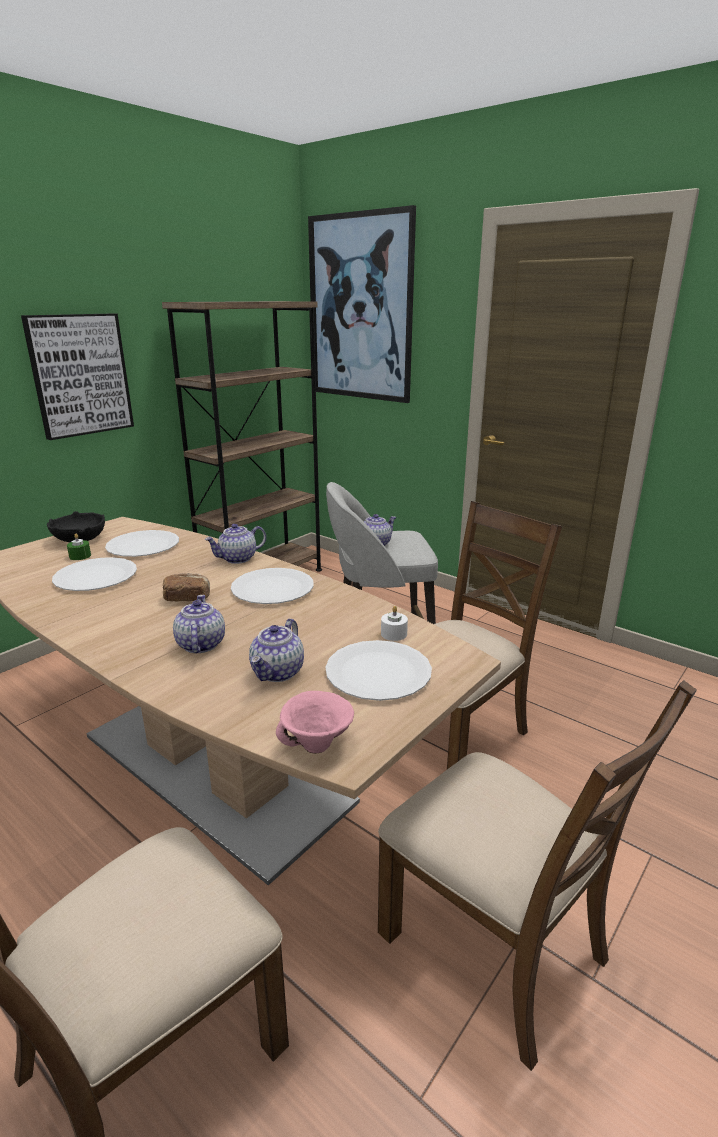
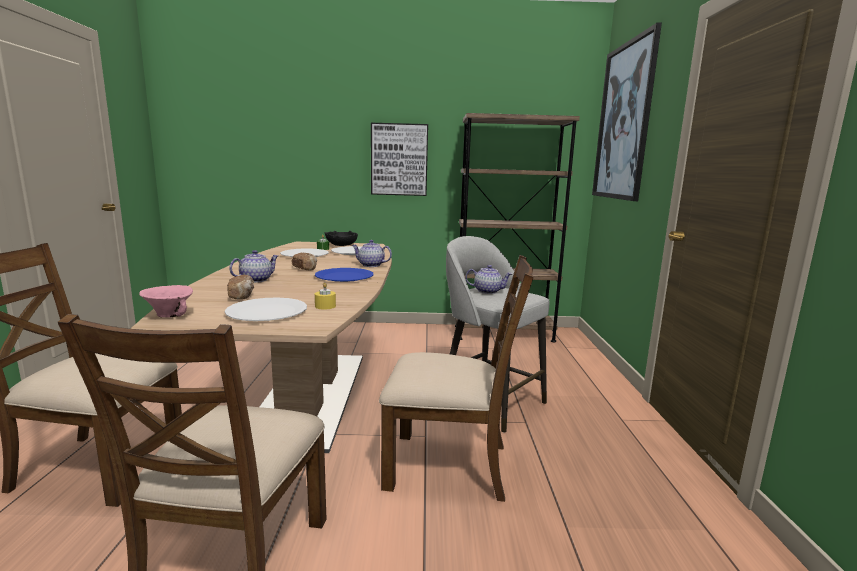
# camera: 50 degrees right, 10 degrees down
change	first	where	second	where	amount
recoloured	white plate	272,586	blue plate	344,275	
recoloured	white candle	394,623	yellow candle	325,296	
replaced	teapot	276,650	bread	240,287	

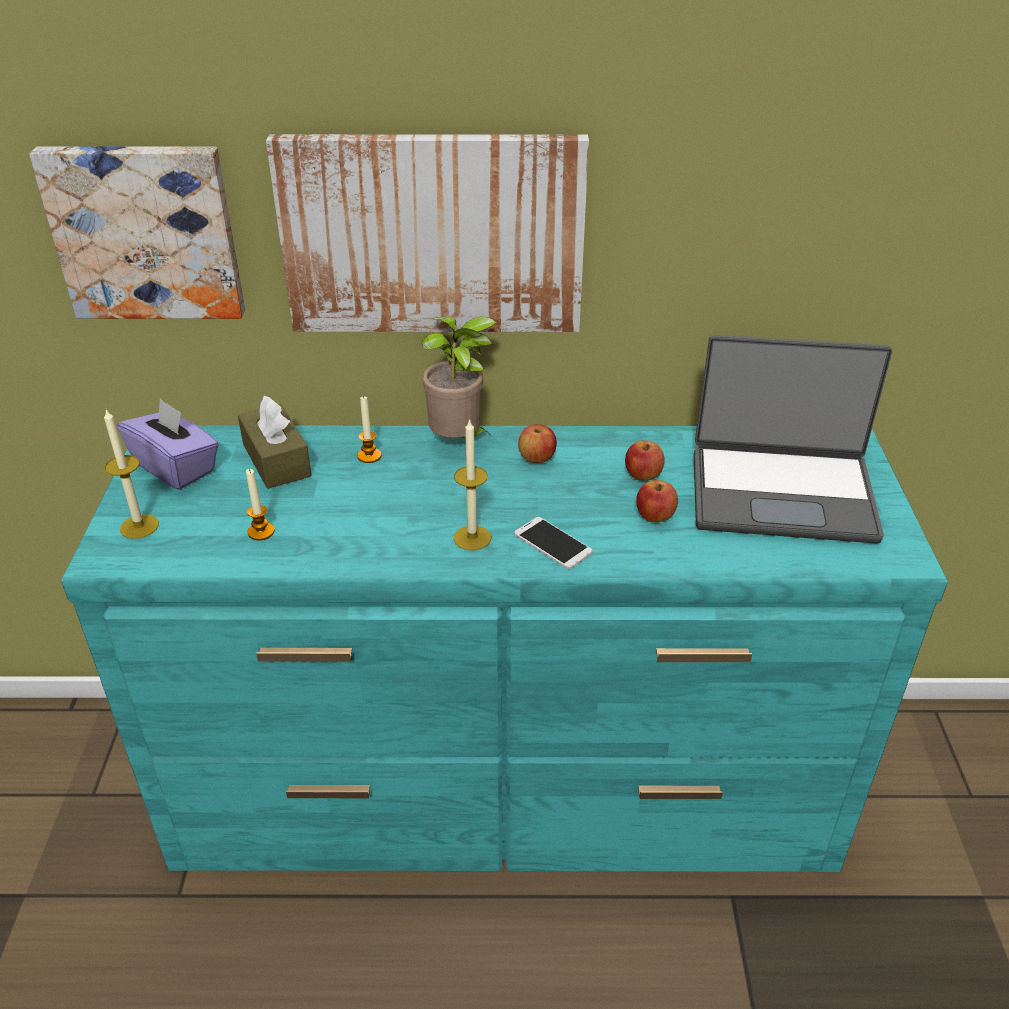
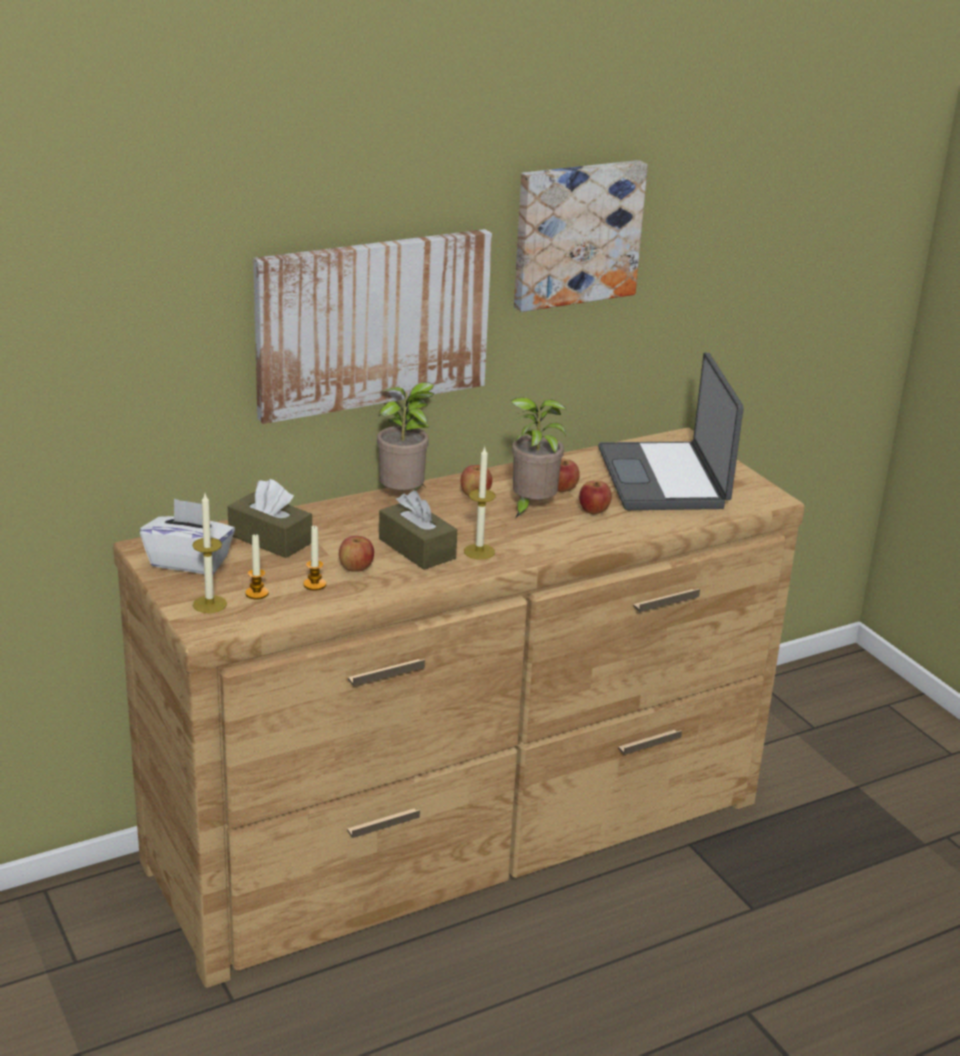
# camera: 30 degrees left, 10 degrees down
change	first	where	second	where	amount
moved	picture	137,232		581,236	
turned	laptop	793,439		671,431	105 degrees clockwise
moved	candle	369,429		257,566	
recoloured	purple tissue box	168,444	white tissue box	187,536	
recoloured	turquoise dresser	504,648	brown dresser	458,707	
removed	phone	553,543			
added			potted plant	538,457	
added			brown tissue box	418,530	
added			apple	356,554	

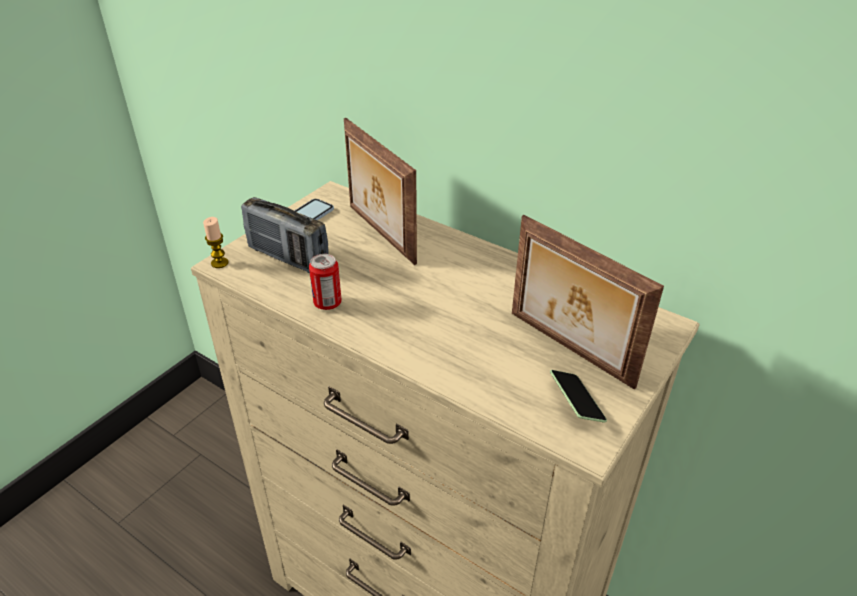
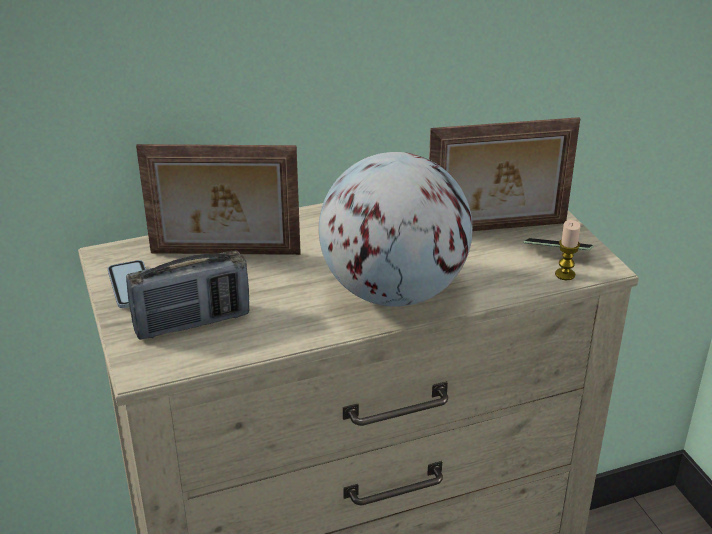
# camera: 55 degrees left, 5 degrees down
change	first	where	second	where	amount
moved	candle	216,242		568,250	
removed	can	325,282			
added			globe	396,229	

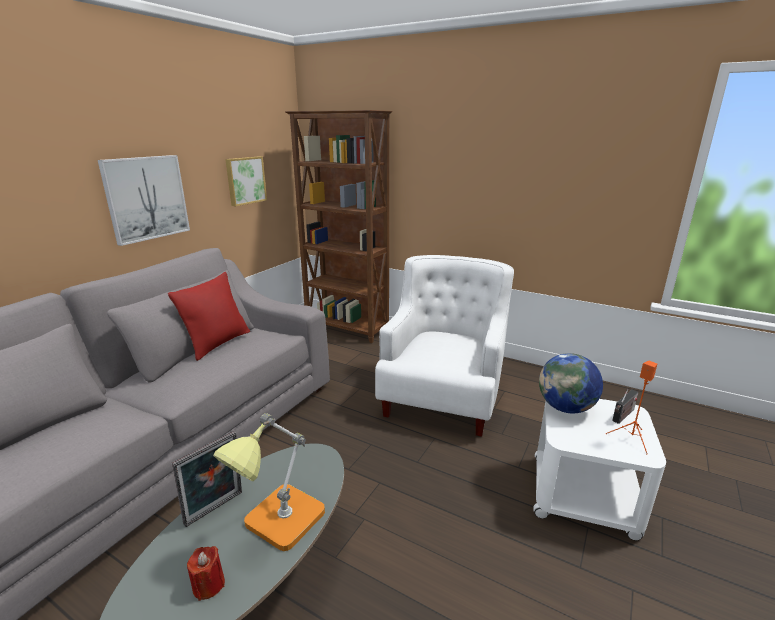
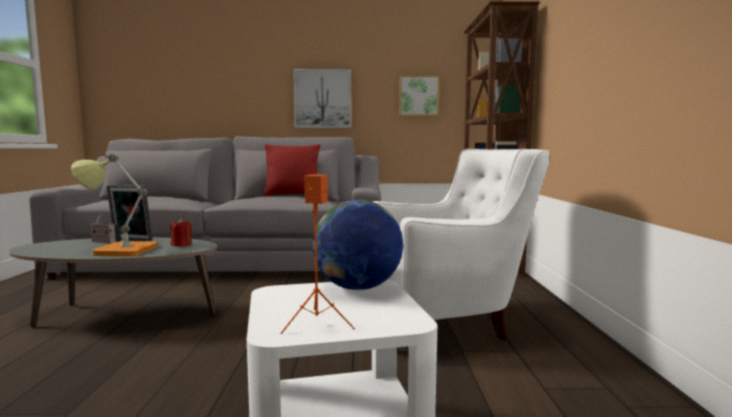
# camera: 60 degrees right, 15 degrees down
change	first	where	second	where	amount
moved	radio	625,406		105,228	
moved	red candle	206,573		181,232	

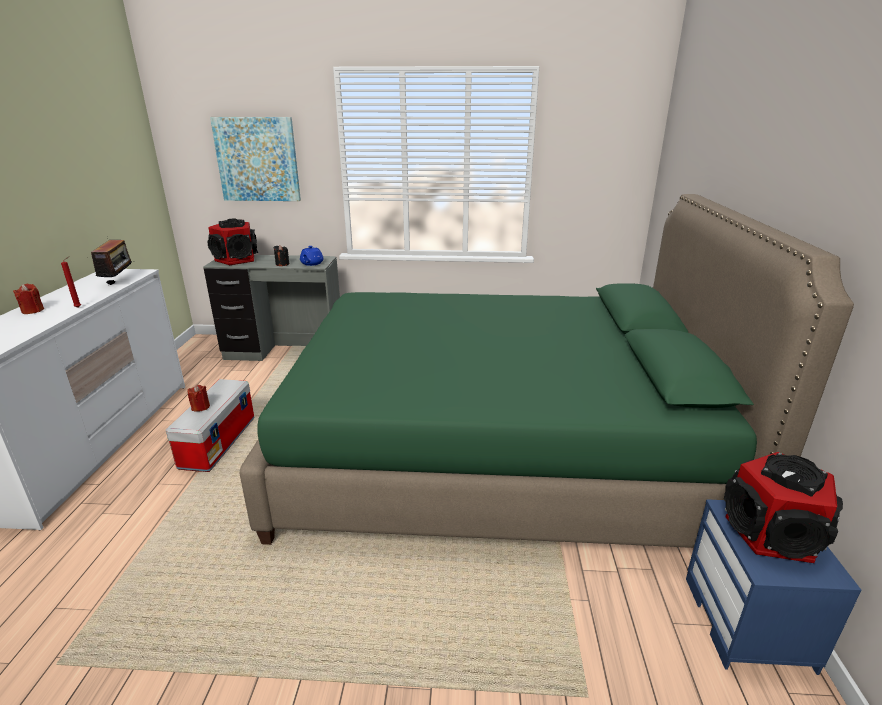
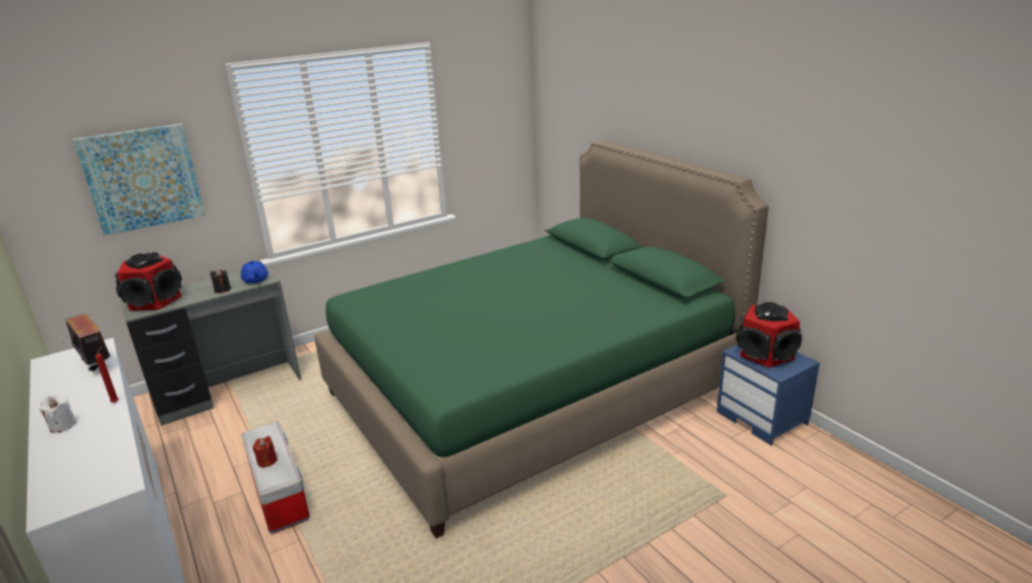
# camera: 35 degrees left, 0 degrees up
change	first	where	second	where	amount
recoloured	red candle	28,299	white candle	58,413	

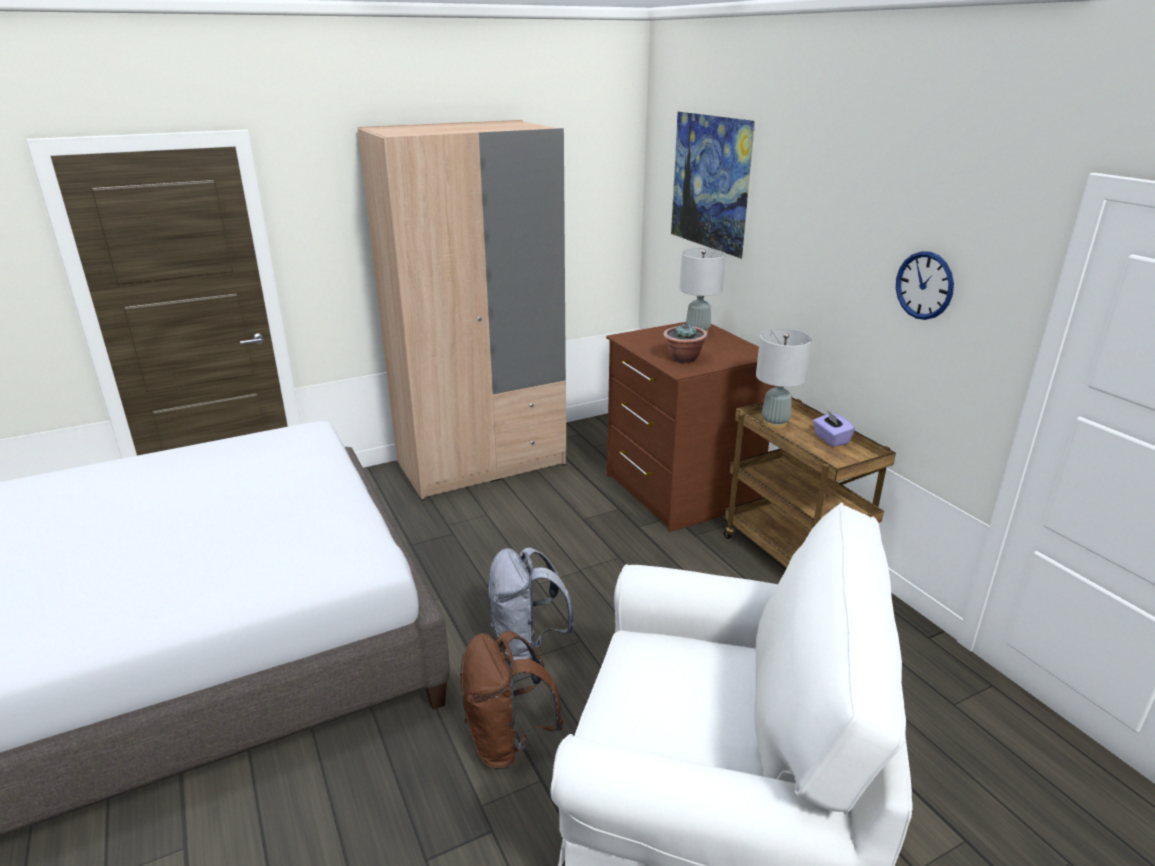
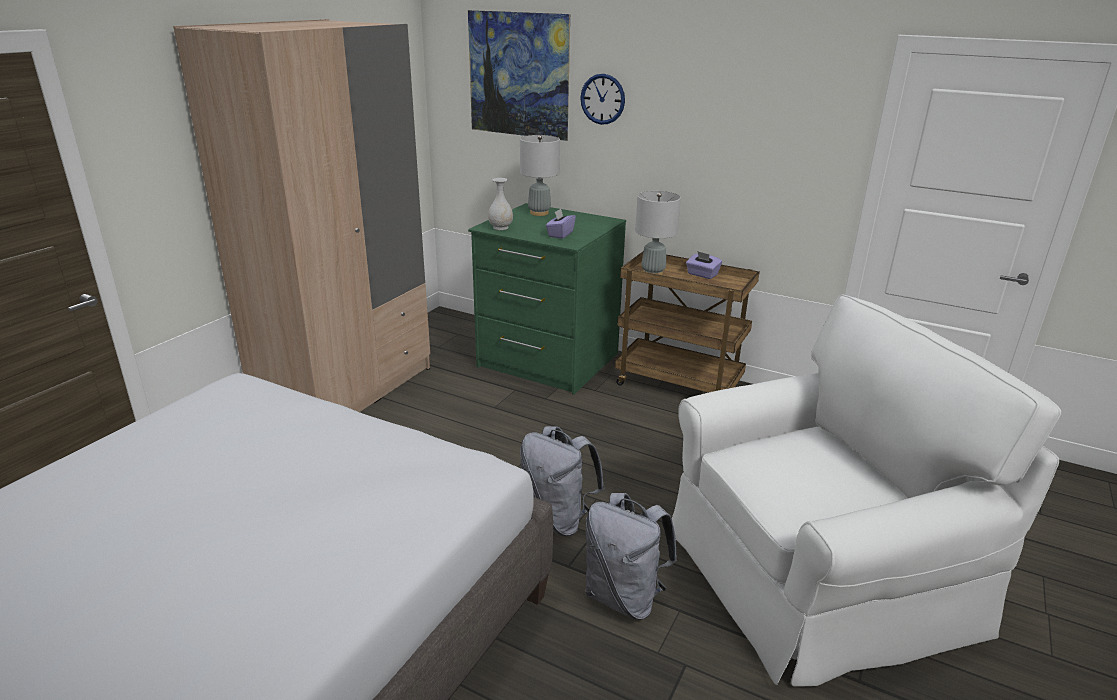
# camera: 35 degrees left, 0 degrees up
change	first	where	second	where	amount
moved	wall clock	925,285		602,99	
recoloured	brown dresser	691,427	green dresser	547,299	
replaced	potted plant	685,343	purple tissue box	561,224	
recoloured	brown backpack	511,700	grey backpack	631,556	
added			white vase	500,204	

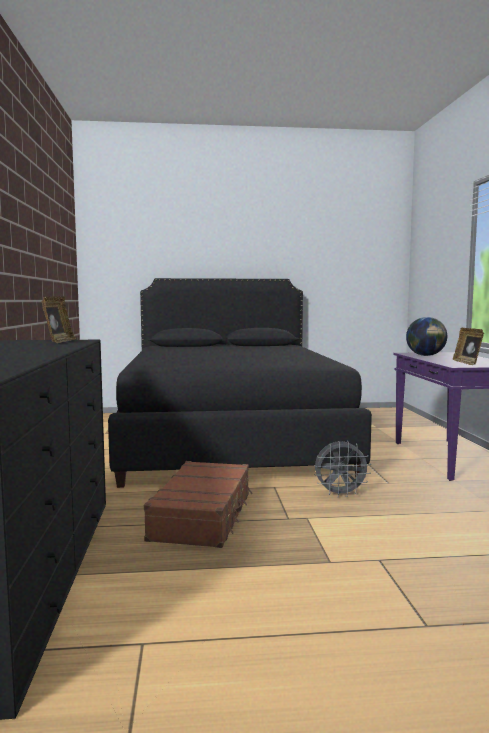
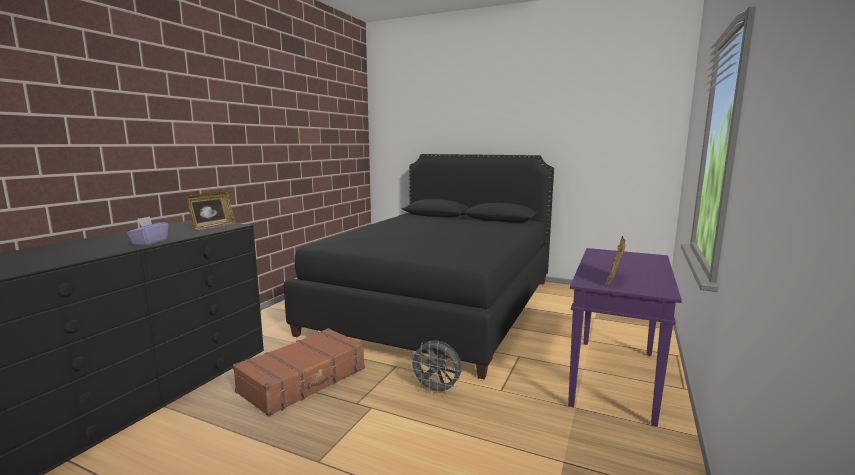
# camera: 30 degrees right, 5 degrees up
change	first	where	second	where	amount
removed	globe	426,336			
added			purple tissue box	147,231	

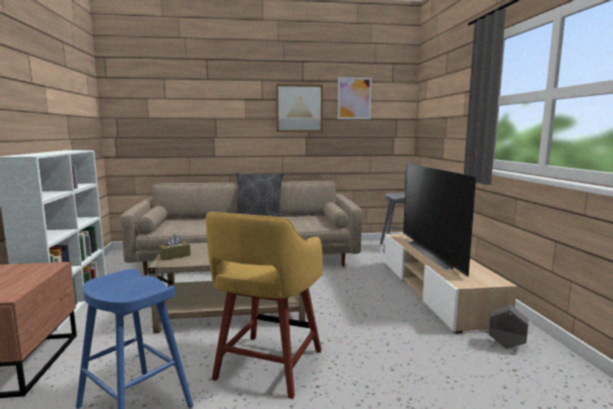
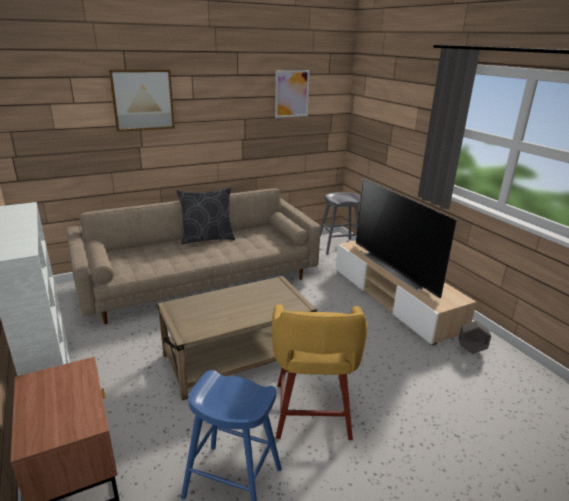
# camera: 20 degrees left, 15 degrees up
change	first	where	second	where	amount
moved	picture	299,108		142,100	
removed	brown tissue box	175,247			

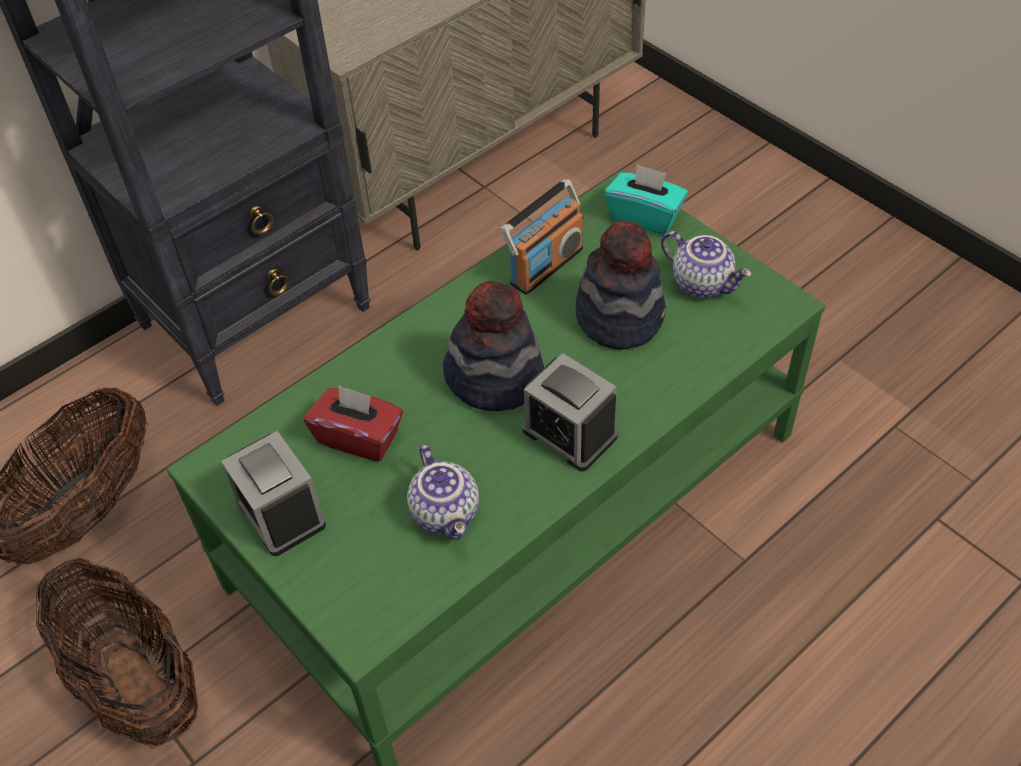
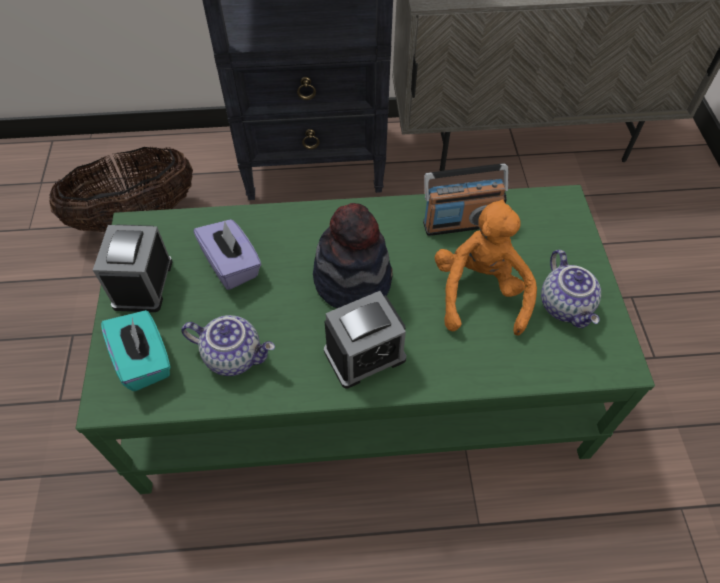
# camera: 35 degrees right, 5 degrees up
change	first	where	second	where	amount
moved	turquoise tissue box	646,199		136,350	
replaced	hat	621,285	orange plush toy	486,267	
turned	alarm clock	570,412		365,340	105 degrees counterclockwise
recoloured	red tissue box	353,423	purple tissue box	227,254	
turned	teapot	443,492		228,345	90 degrees counterclockwise
removed	basket	117,653			

